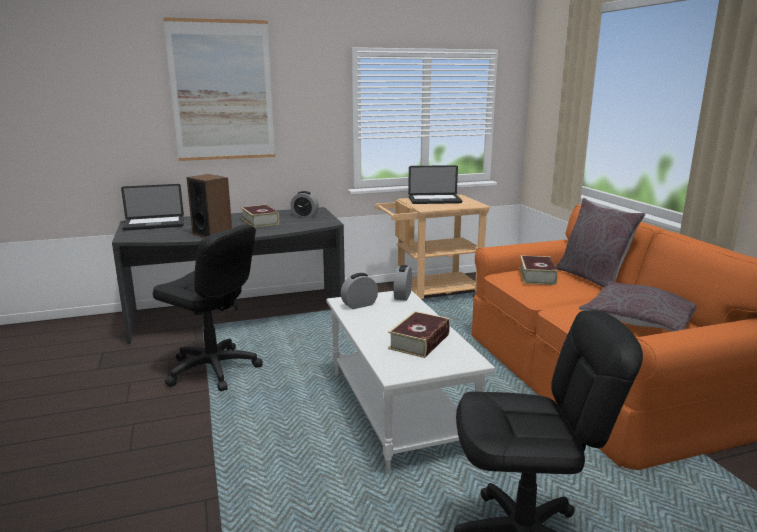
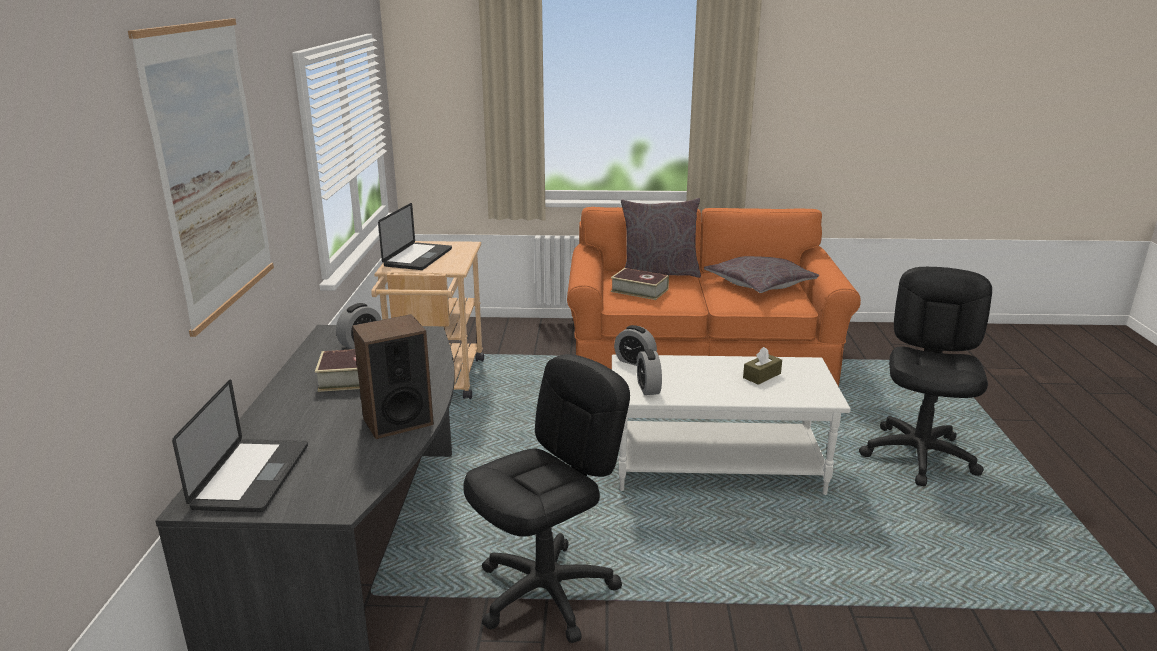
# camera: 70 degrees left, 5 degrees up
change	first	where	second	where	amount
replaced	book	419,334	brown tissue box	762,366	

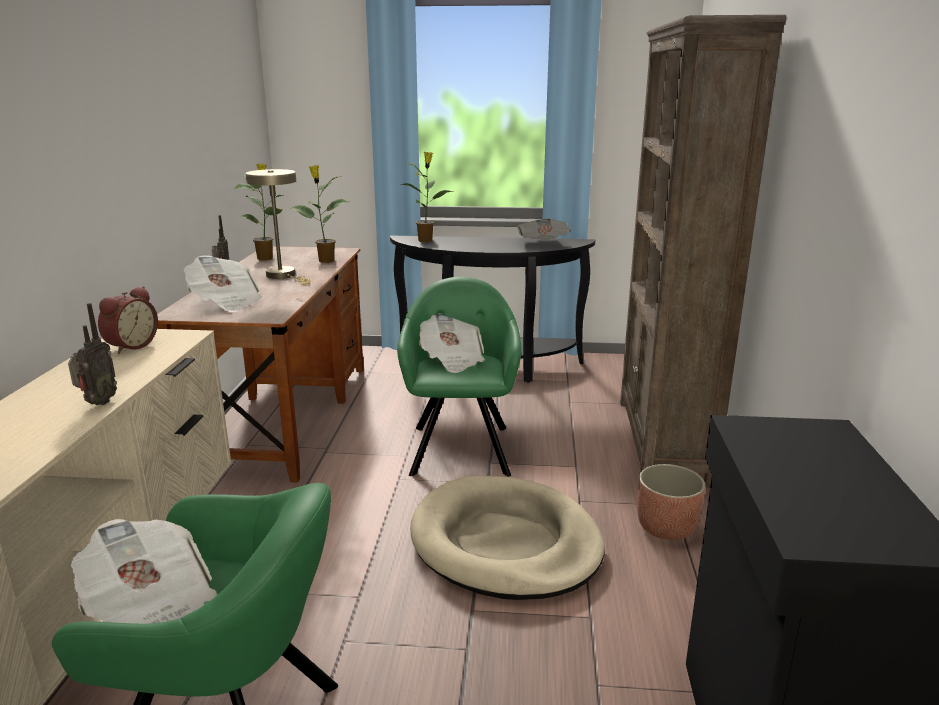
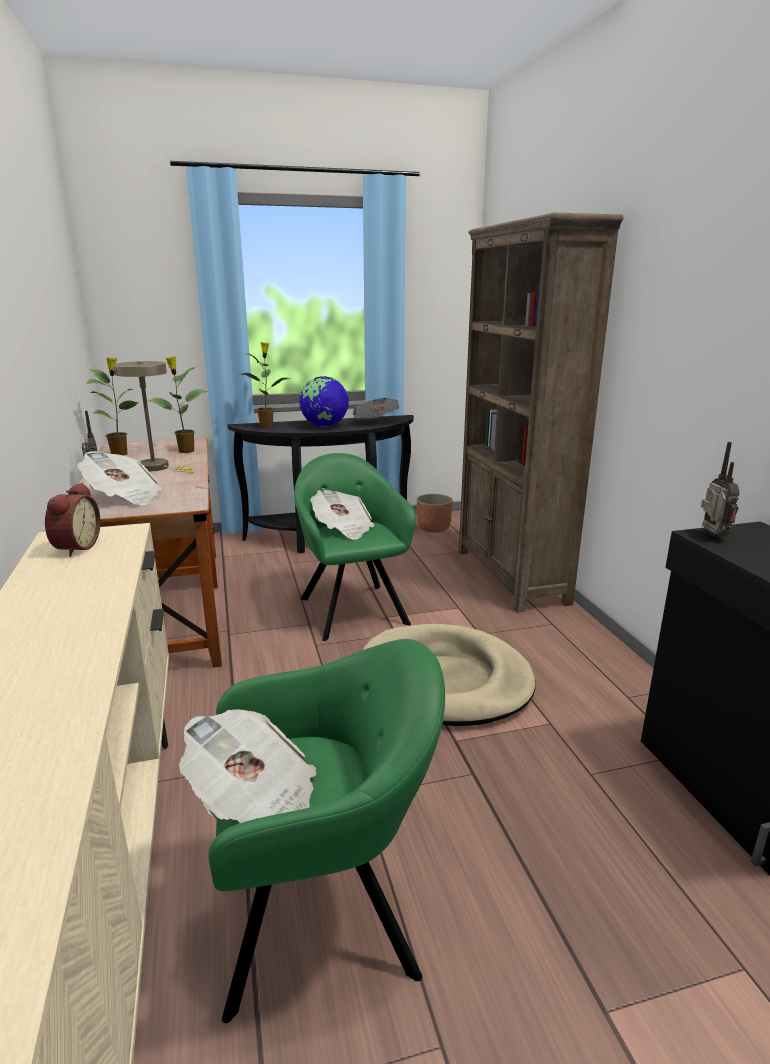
# camera: 20 degrees left, 0 degrees up
change	first	where	second	where	amount
moved	radio	92,354		720,489	
moved	planter	672,502		435,513	
added			globe	324,401	

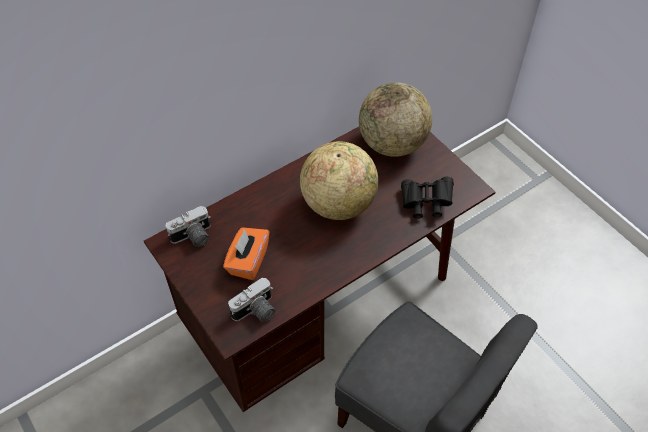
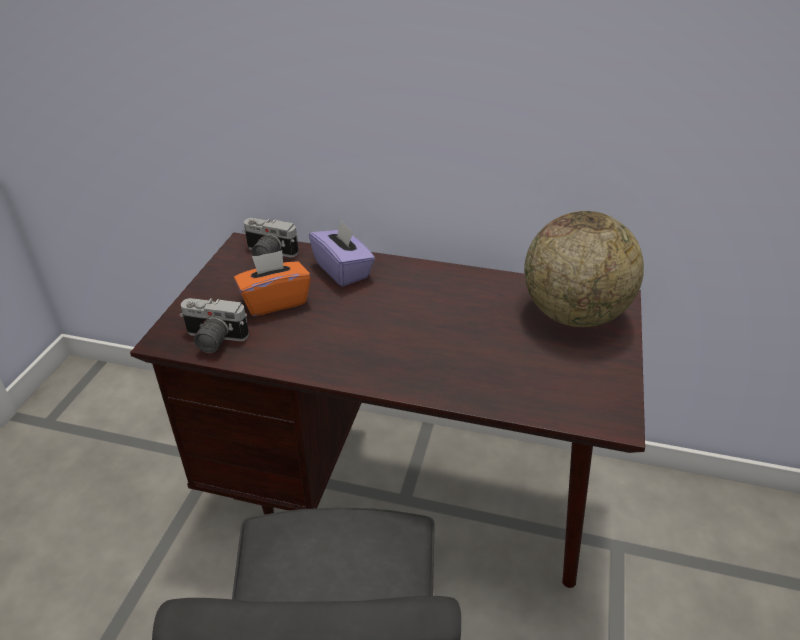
# camera: 50 degrees right, 15 degrees down
change	first	where	second	where	amount
removed	globe	339,180			
removed	black binoculars	427,198			
added			purple tissue box	342,253	

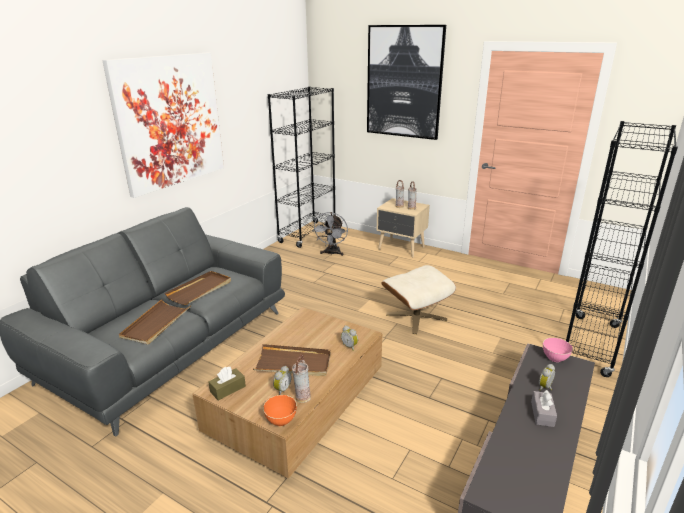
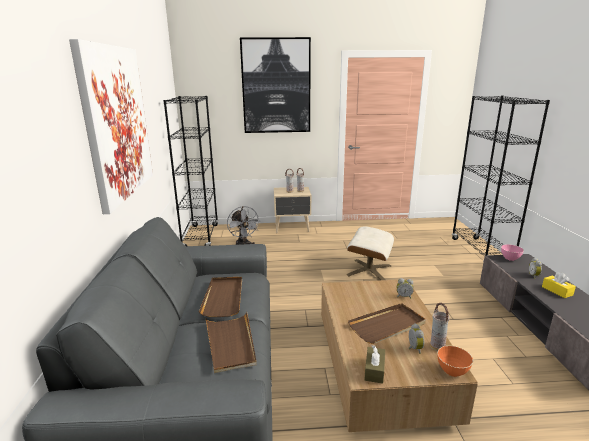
# camera: 35 degrees left, 5 degrees down
change	first	where	second	where	amount
recoloured	grey tissue box	544,408	yellow tissue box	559,285	

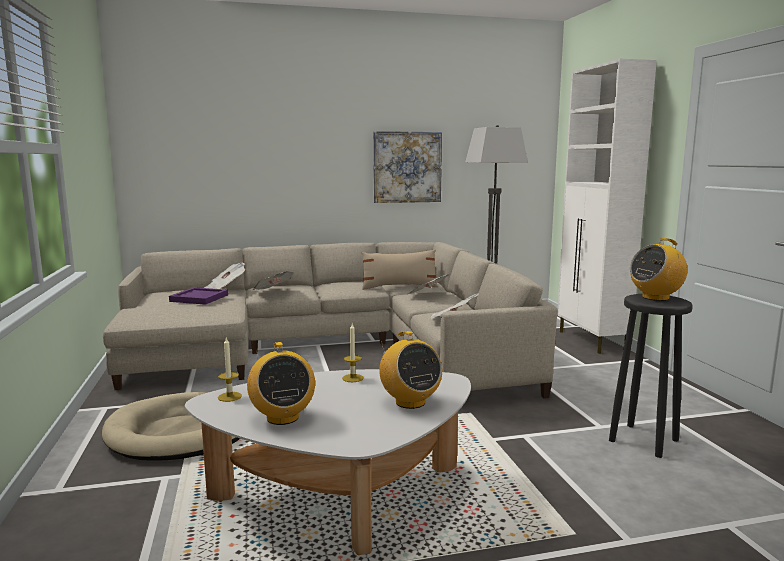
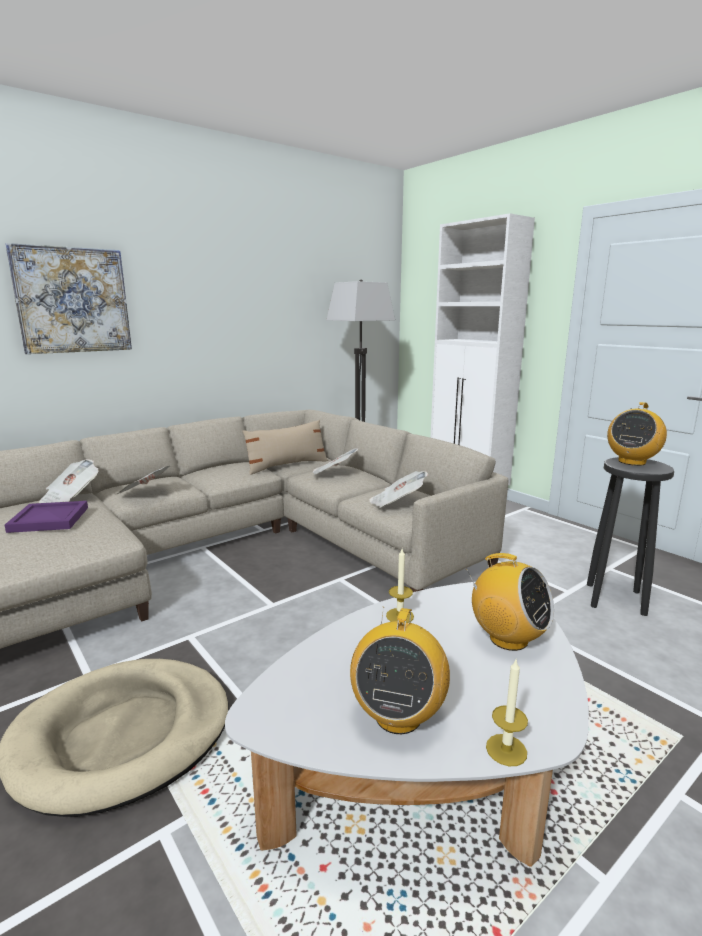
# camera: 25 degrees left, 5 degrees up
change	first	where	second	where	amount
moved	picture	407,167		68,298	
moved	candle	230,370		507,712	
turned	radio	281,383		400,670	60 degrees clockwise

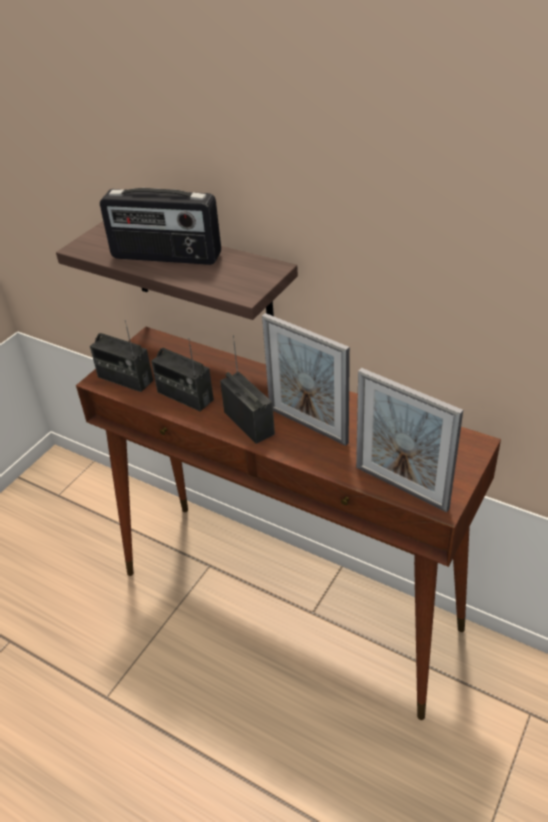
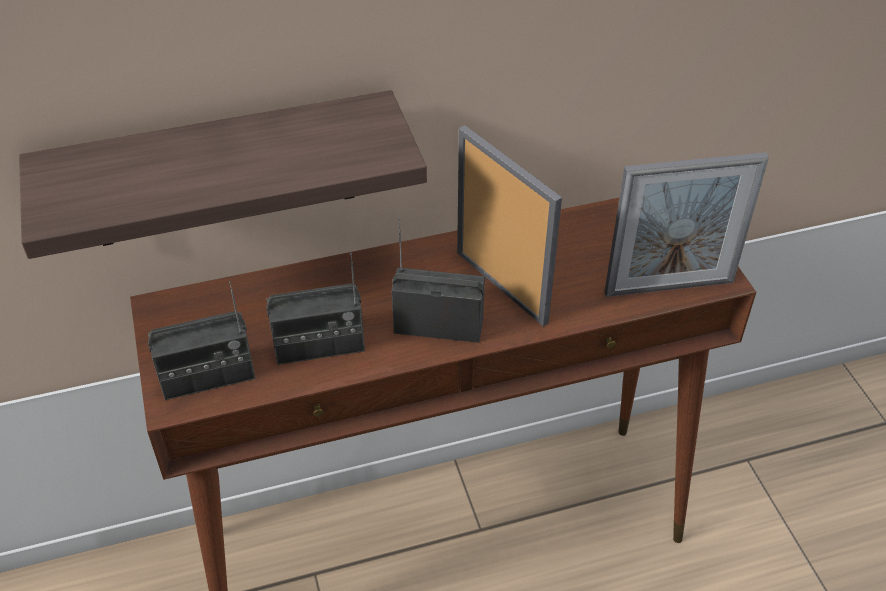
# camera: 50 degrees left, 5 degrees up
change	first	where	second	where	amount
removed	radio	160,226			
turned	picture frame	306,379		509,225	120 degrees counterclockwise

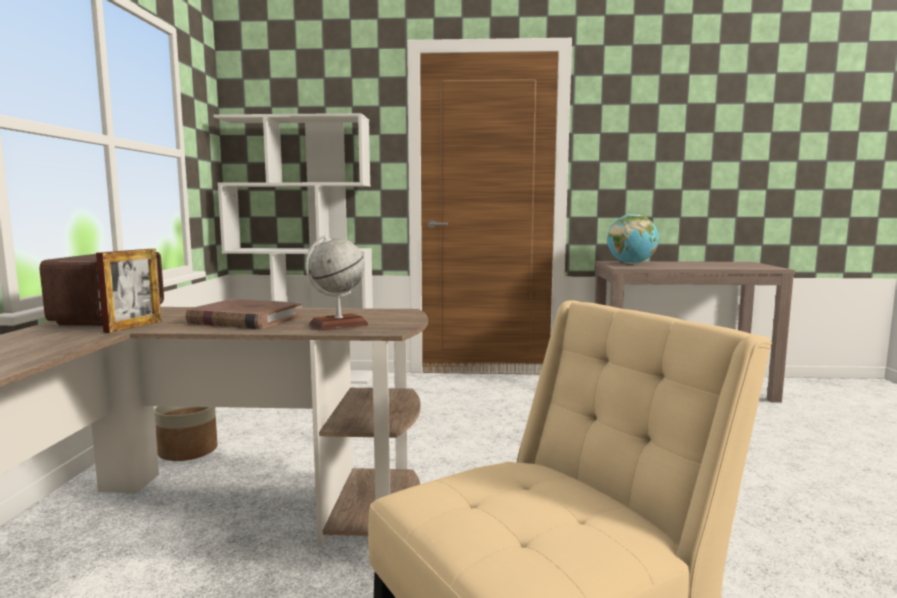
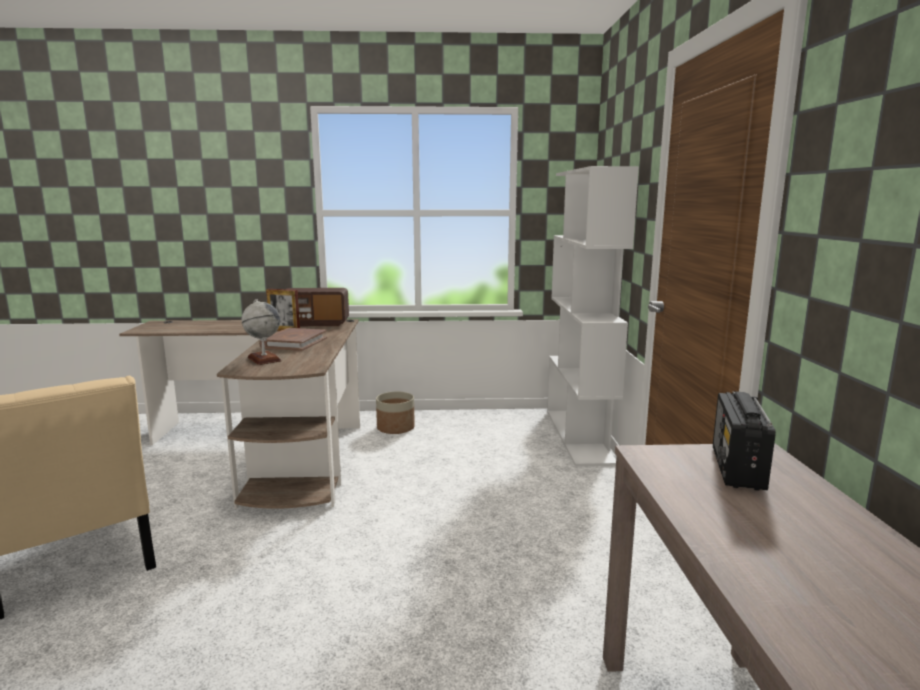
# camera: 85 degrees right, 5 degrees up
change	first	where	second	where	amount
replaced	globe	633,239	radio	744,441	

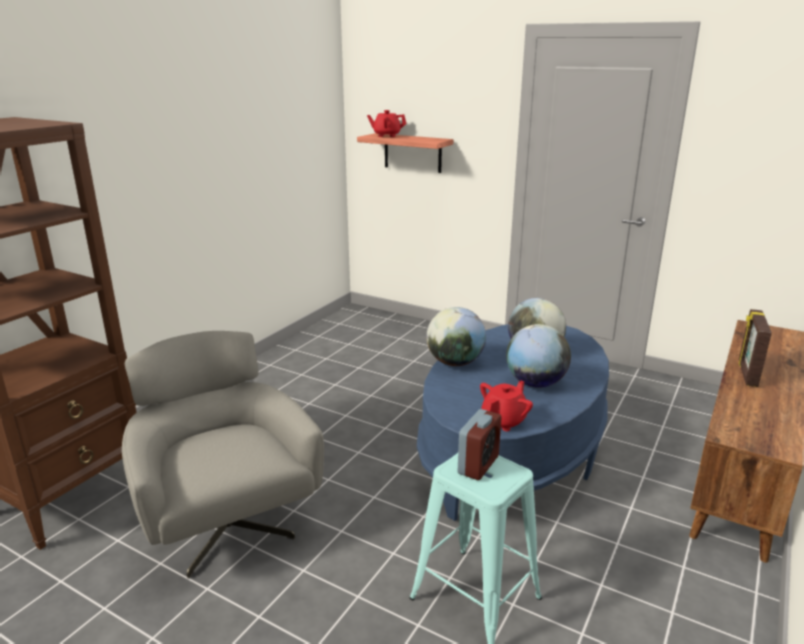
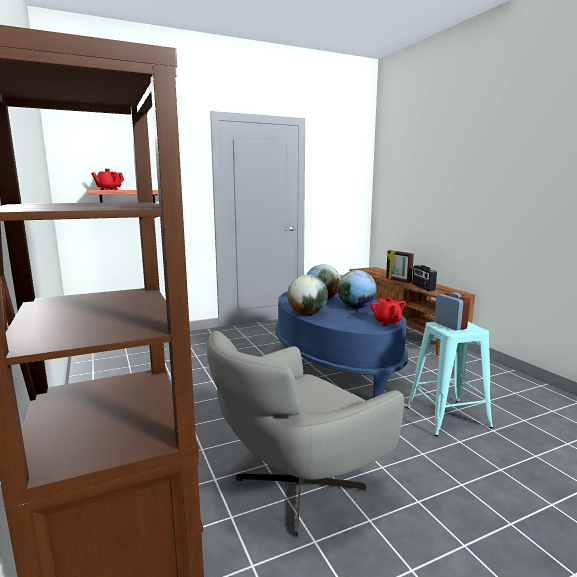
# camera: 55 degrees left, 10 degrees down
change	first	where	second	where	amount
turned	grey armchair	223,455		305,434	45 degrees counterclockwise
added			radio	424,278	

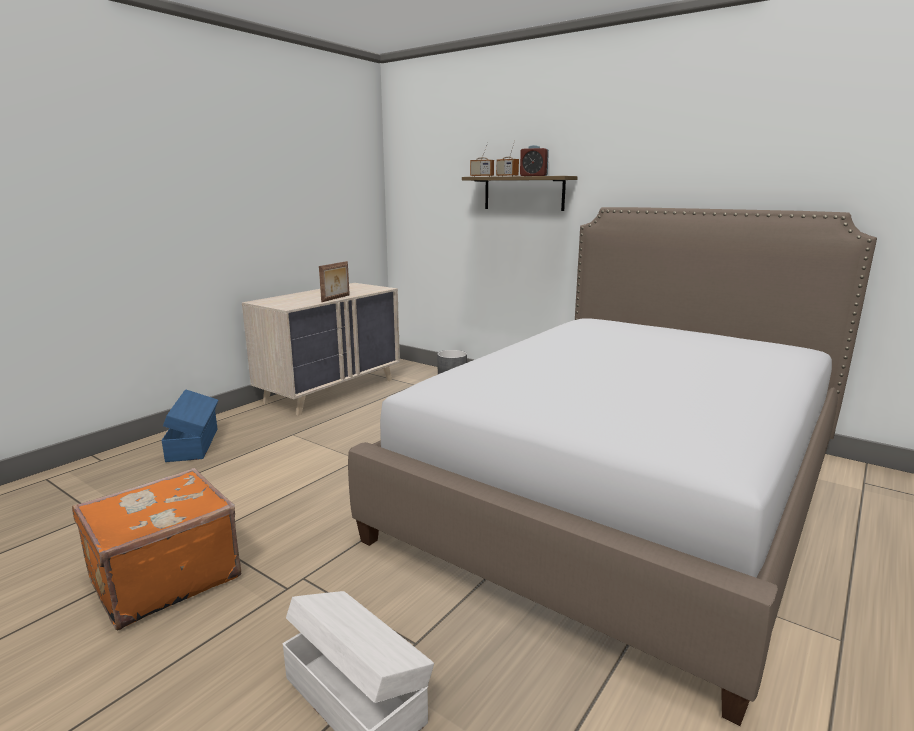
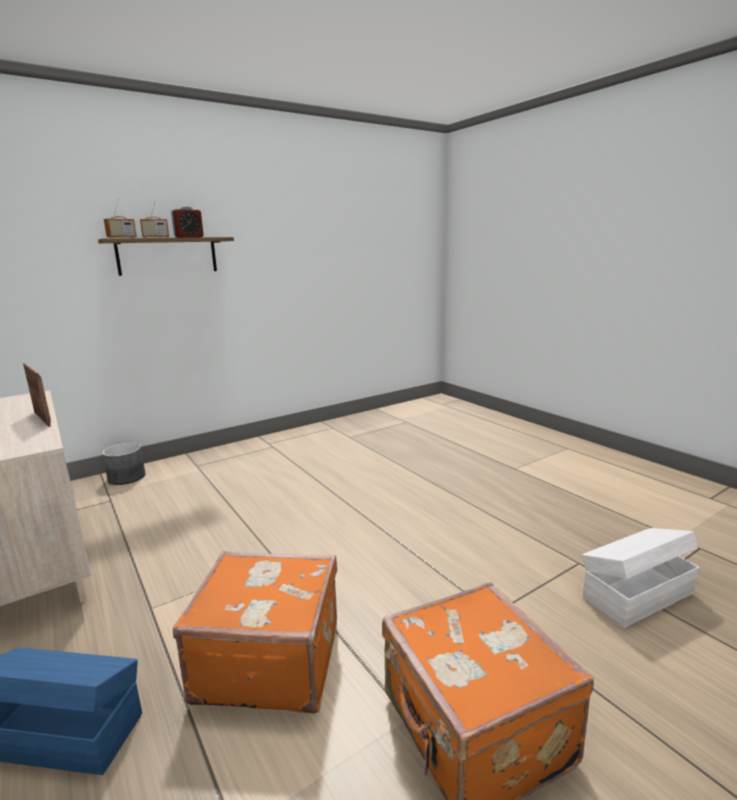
# camera: 70 degrees left, 0 degrees up
change	first	where	second	where	amount
removed	bed	612,466			
added			orange suitcase	255,632	

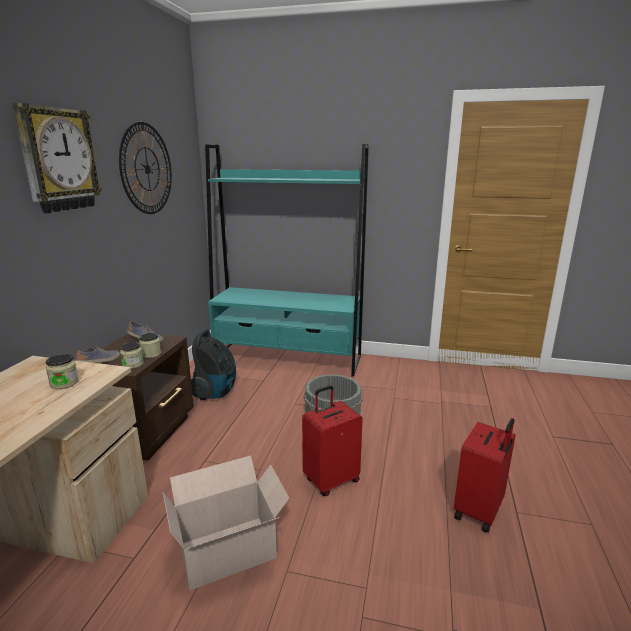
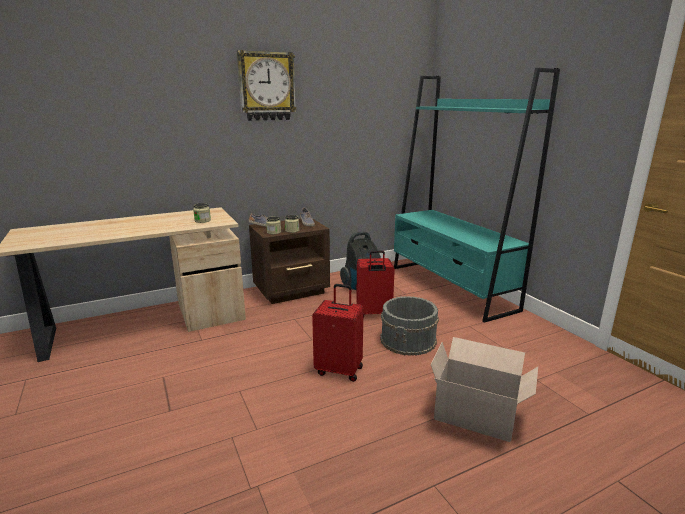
# camera: 50 degrees right, 0 degrees up
change	first	where	second	where	amount
removed	wall clock	145,168			
moved	red suitcase	485,475		375,284	
moved	cardboard box	226,523		484,389	

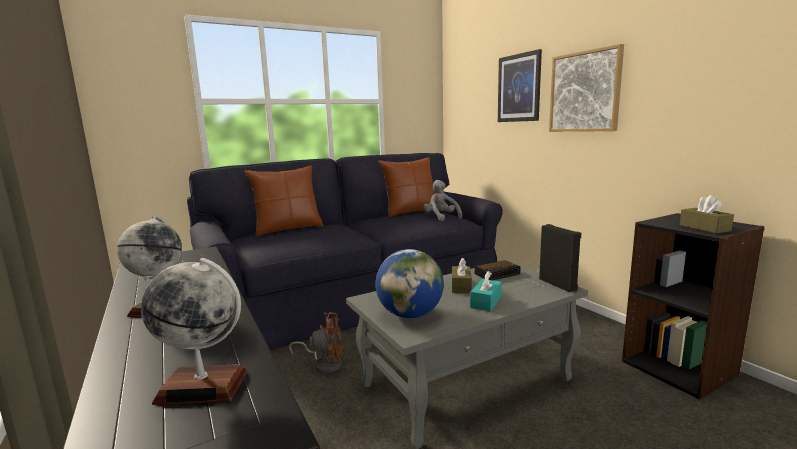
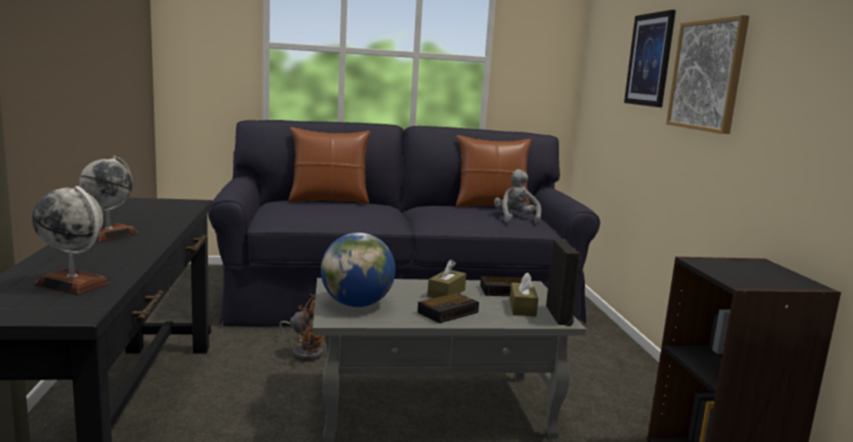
# camera: 20 degrees right, 0 degrees up
change	first	where	second	where	amount
moved	brown tissue box	707,214		523,295	
replaced	turquoise tissue box	486,291	alarm clock	448,308	

